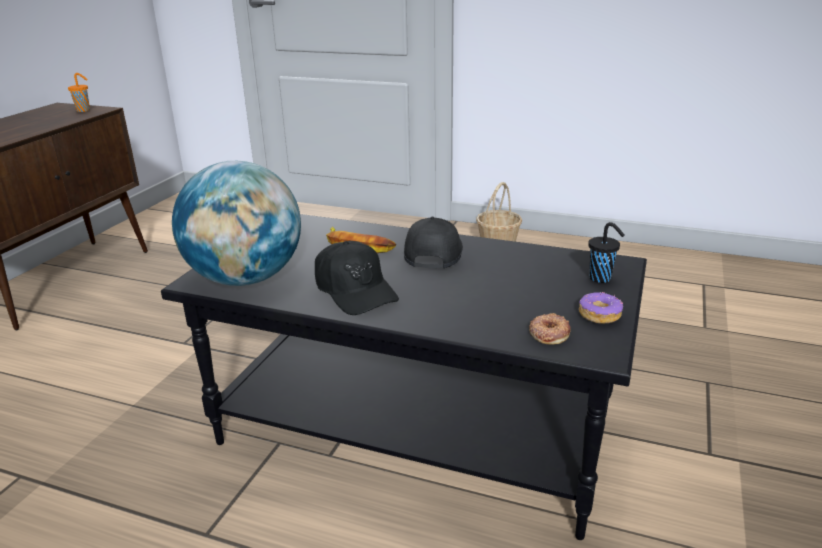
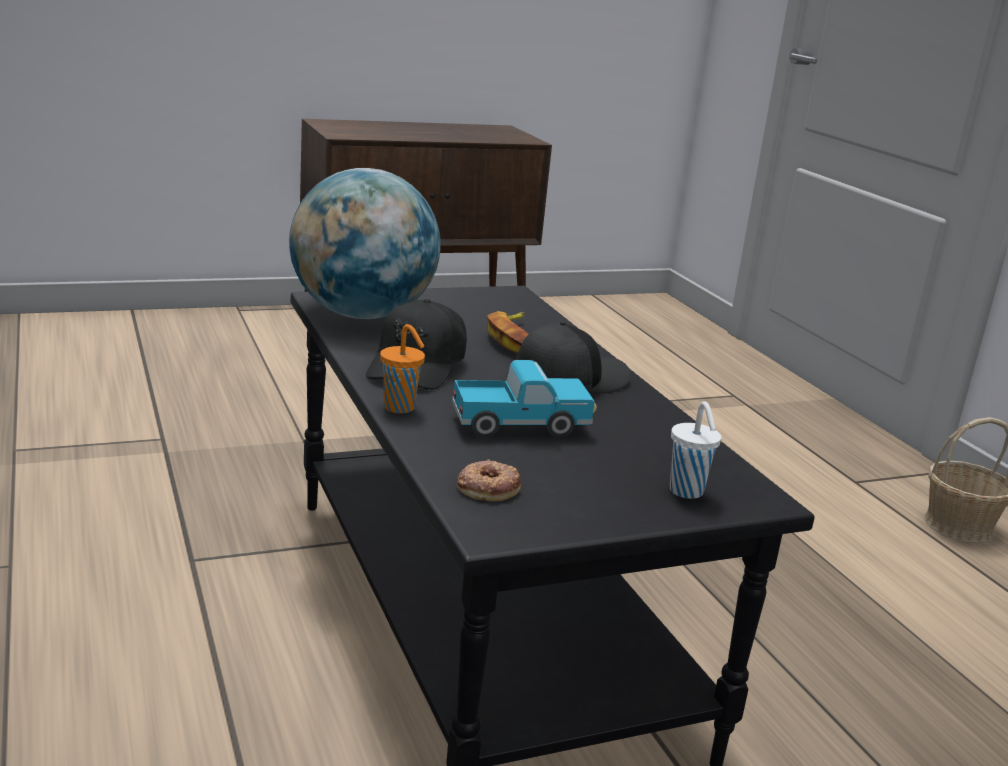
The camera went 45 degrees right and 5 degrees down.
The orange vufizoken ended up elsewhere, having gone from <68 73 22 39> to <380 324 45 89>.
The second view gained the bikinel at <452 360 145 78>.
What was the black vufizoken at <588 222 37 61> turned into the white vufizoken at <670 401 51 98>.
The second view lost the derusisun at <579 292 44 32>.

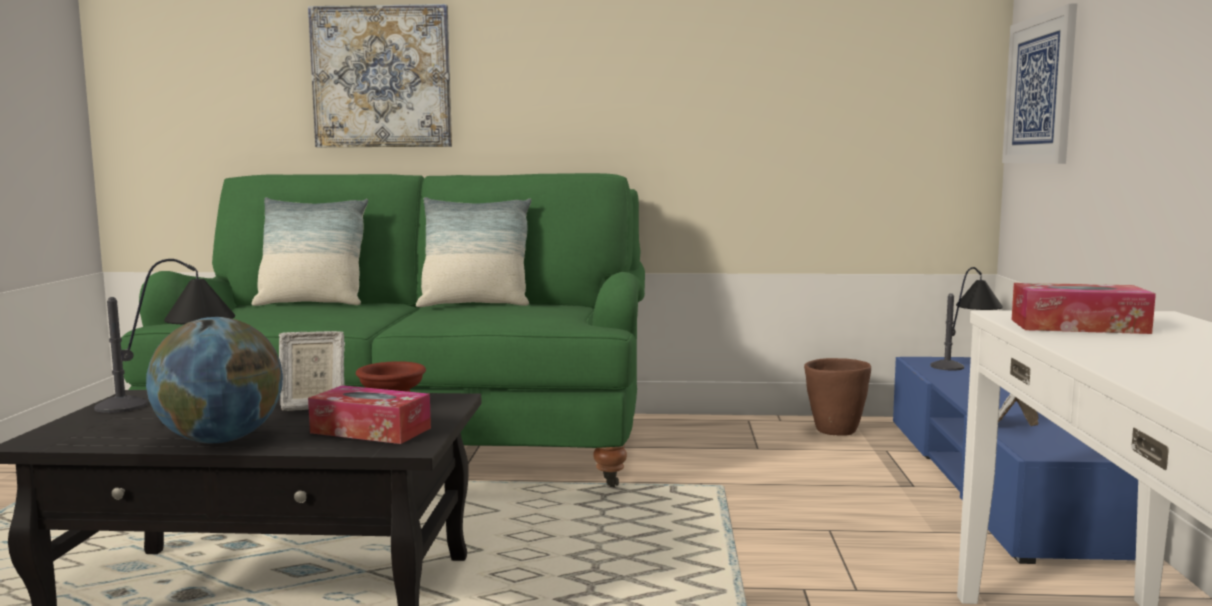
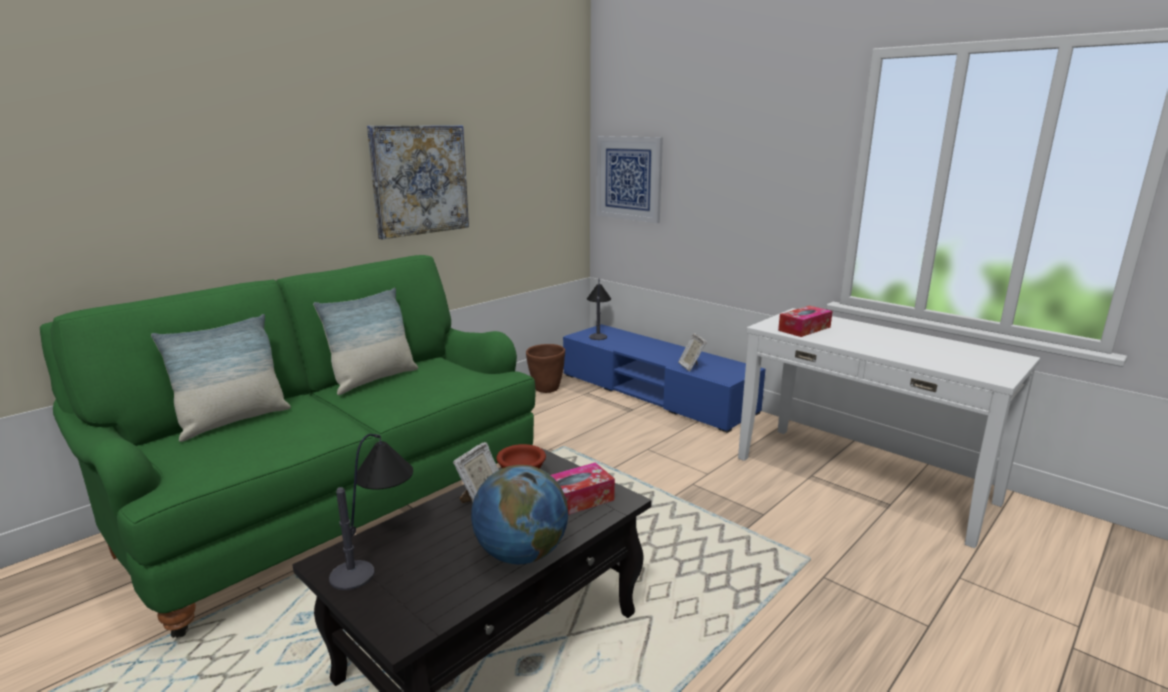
The camera went 50 degrees left and 10 degrees up.
The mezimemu ended up elsewhere, having gone from <308 4 144 143> to <367 125 102 114>.

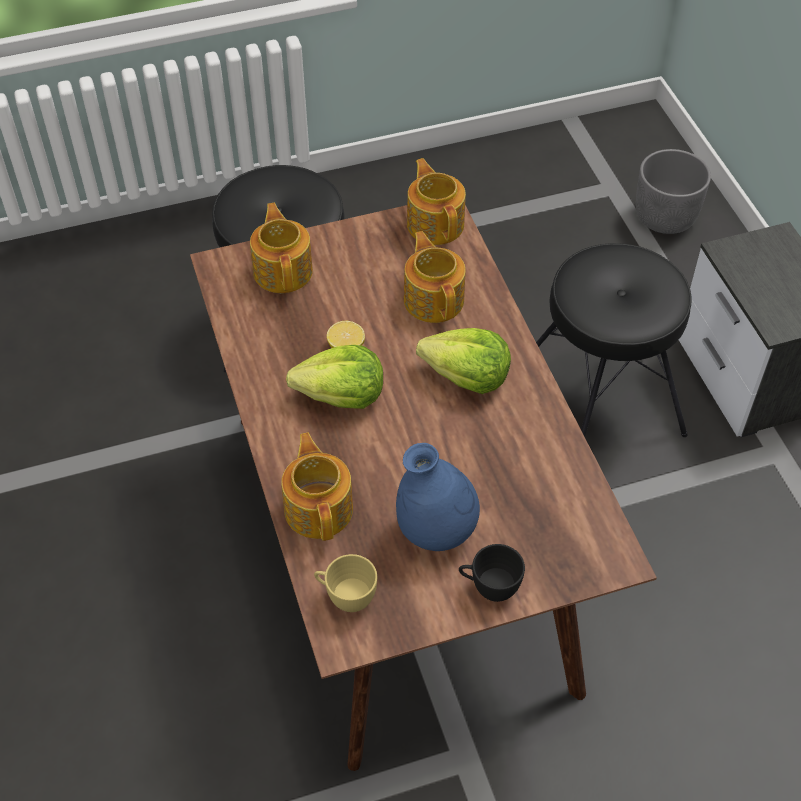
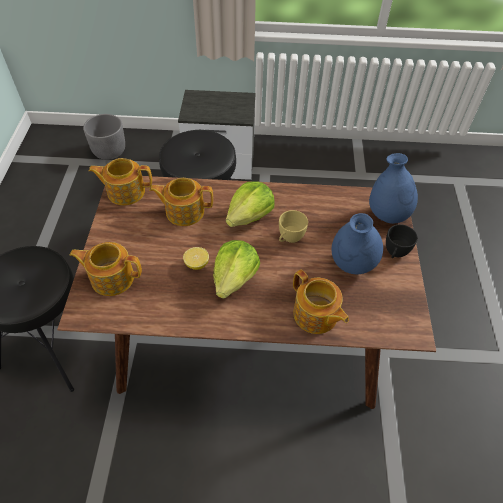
The camera went 70 degrees left and 0 degrees up.
The yellow vufizoken ended up elsewhere, having gone from <314 554 63 58> to <279 210 29 33>.
The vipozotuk at <281 432 72 109> ended up facing another way, 135 degrees counterclockwise from before.
The second view gained the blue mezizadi at <369 153 49 71>.

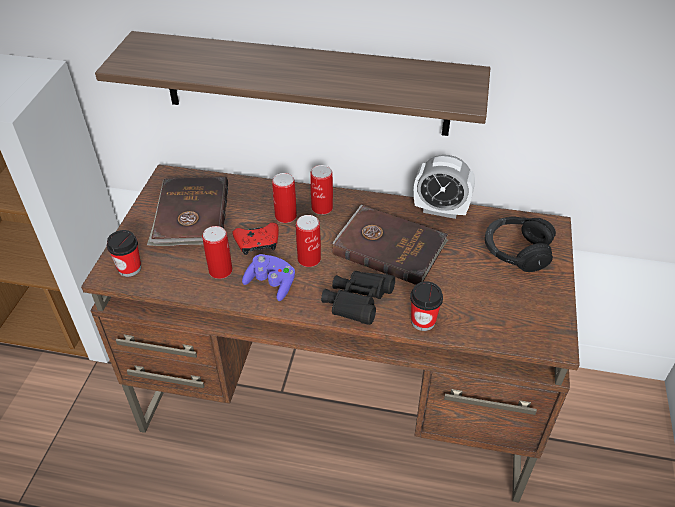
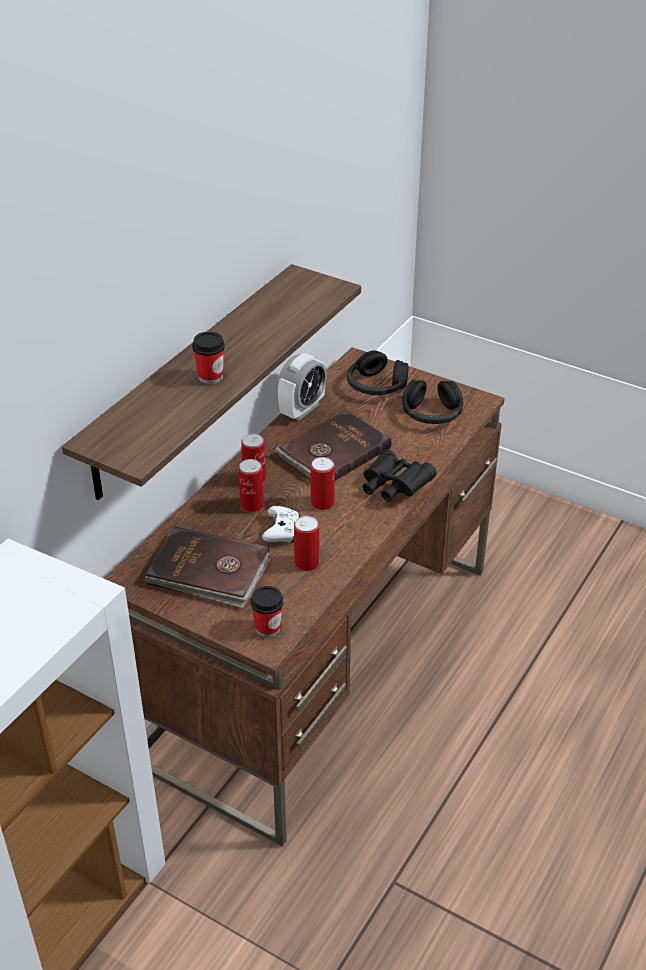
The camera went 70 degrees left and 5 degrees down.
The vufizoken ended up elsewhere, having gone from <410 281 33 50> to <192 332 33 52>.
What was the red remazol at <233 223 46 32> turned into the white remazol at <262 506 38 37>.
The second view gained the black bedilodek at <402 380 61 44>.
The second view lost the purple remazol at <242 254 53 47>.

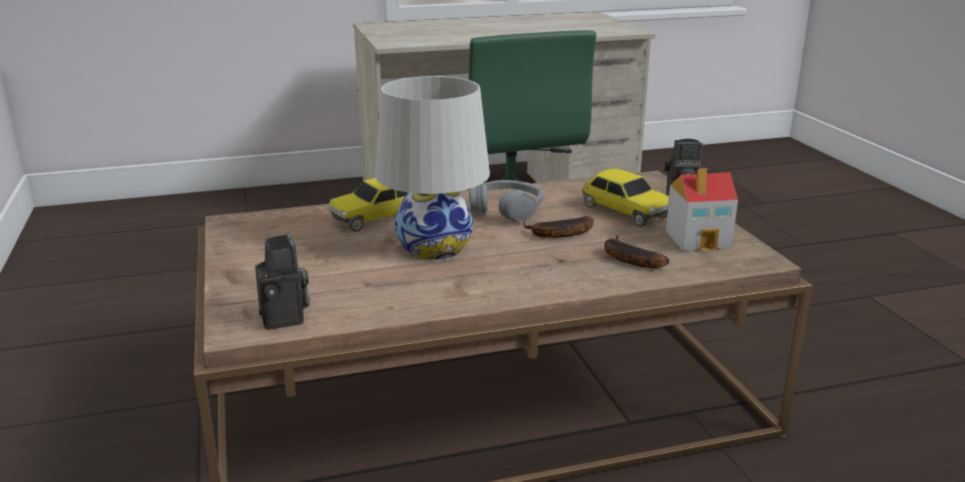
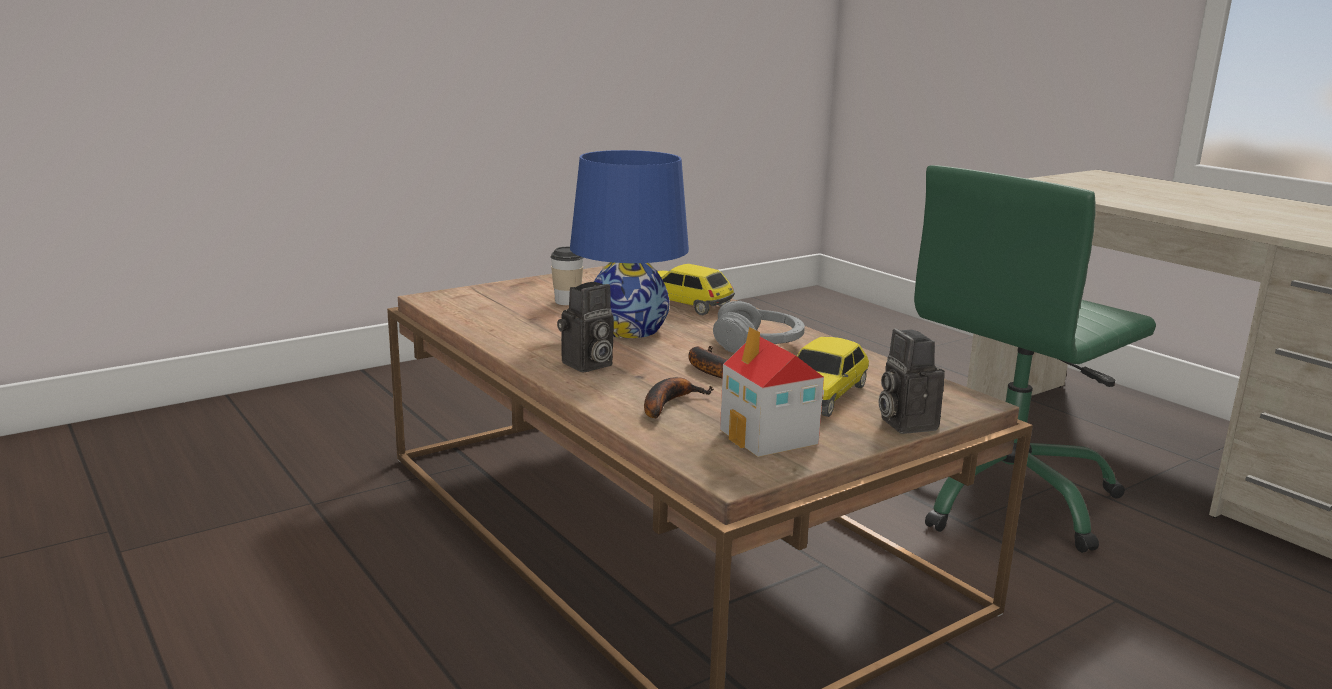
The camera went 70 degrees right and 5 degrees down.
The second view gained the vufizoken at <550 247 33 58>.
The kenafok ended up elsewhere, having gone from <255 233 55 97> to <557 282 57 91>.
What was the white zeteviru at <375 76 115 184> turned into the blue zeteviru at <570 150 119 188>.

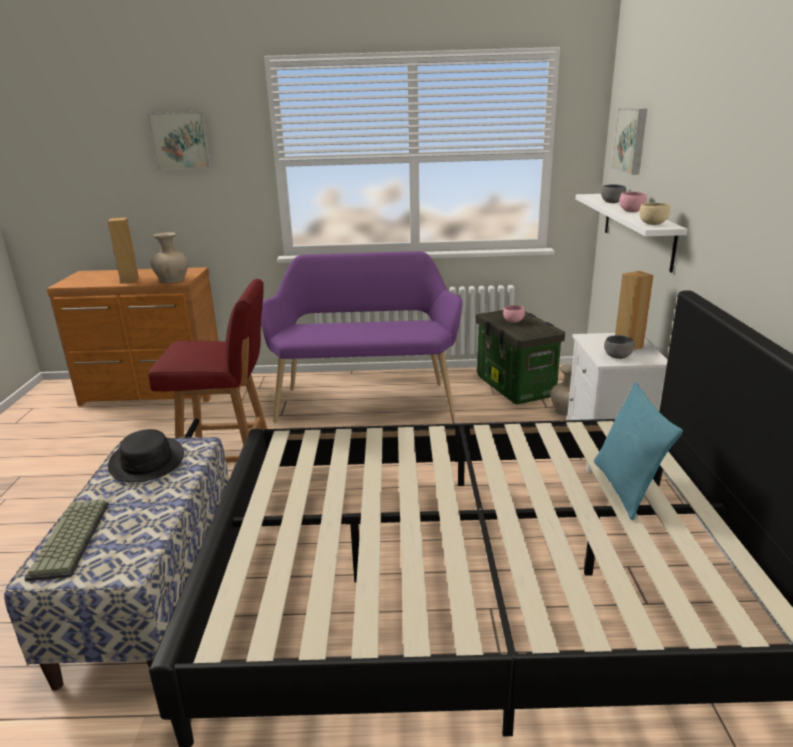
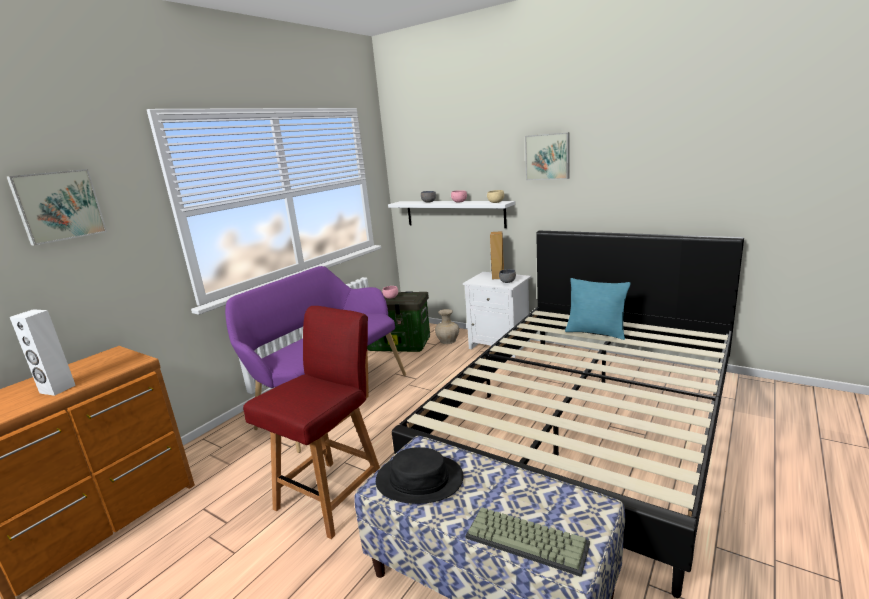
The camera went 55 degrees left and 5 degrees down.
What was the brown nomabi at <108 217 31 66> turned into the white nomabi at <10 309 66 87>.
The mezimemu ended up elsewhere, having gone from <612 108 35 67> to <525 132 45 48>.
The second view lost the beige mezizadi at <150 232 38 51>.

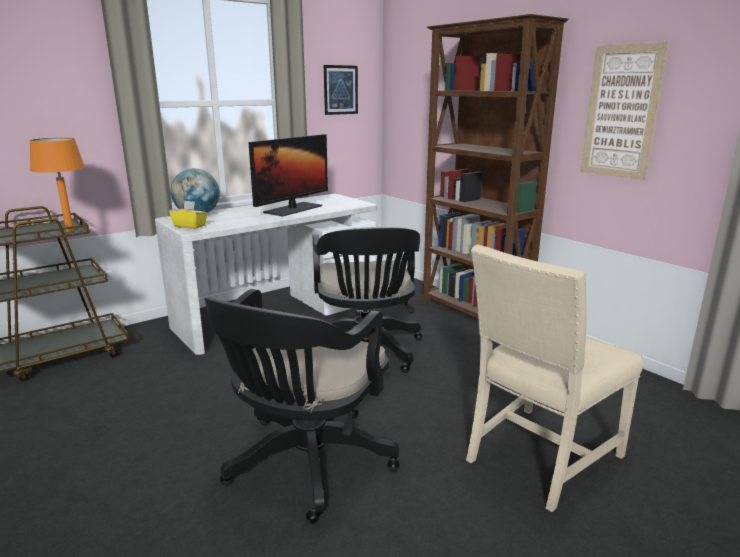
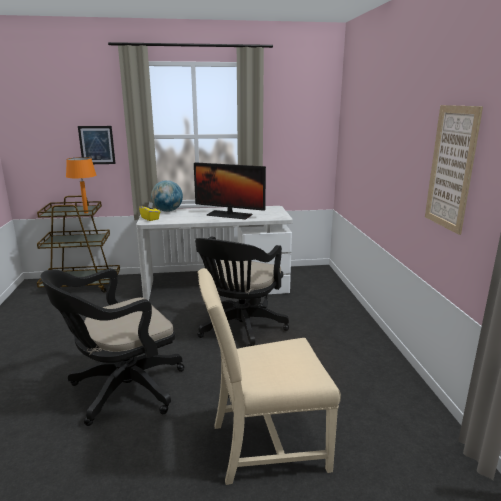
The camera went 30 degrees right and 0 degrees up.
The mezimemu ended up elsewhere, having gone from <324 65 34 50> to <78 126 38 38>.
The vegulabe at <249 134 79 83> ended up facing another way, 45 degrees clockwise from before.
The second view lost the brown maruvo at <423 14 145 304>.

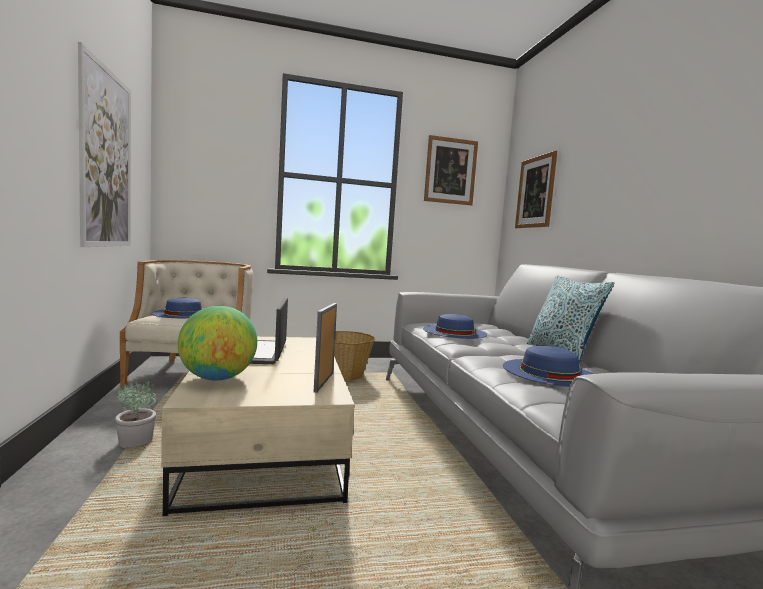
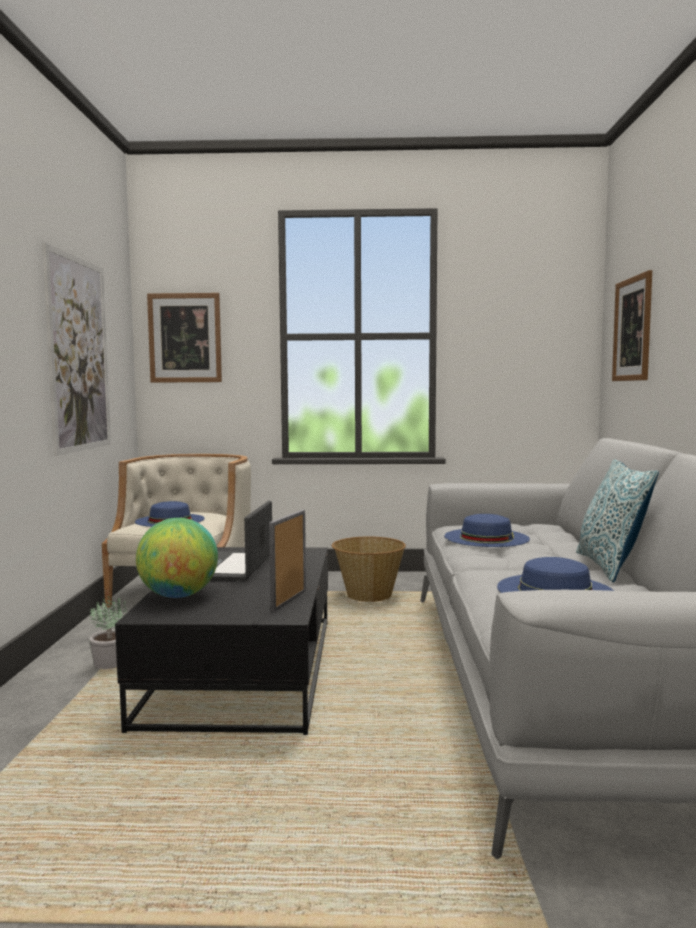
The camera went 15 degrees right and 0 degrees up.
What was the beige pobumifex at <161 337 194 179> turned into the black pobumifex at <115 547 213 188>.
The mezimemu ended up elsewhere, having gone from <424 135 54 70> to <147 293 75 90>.

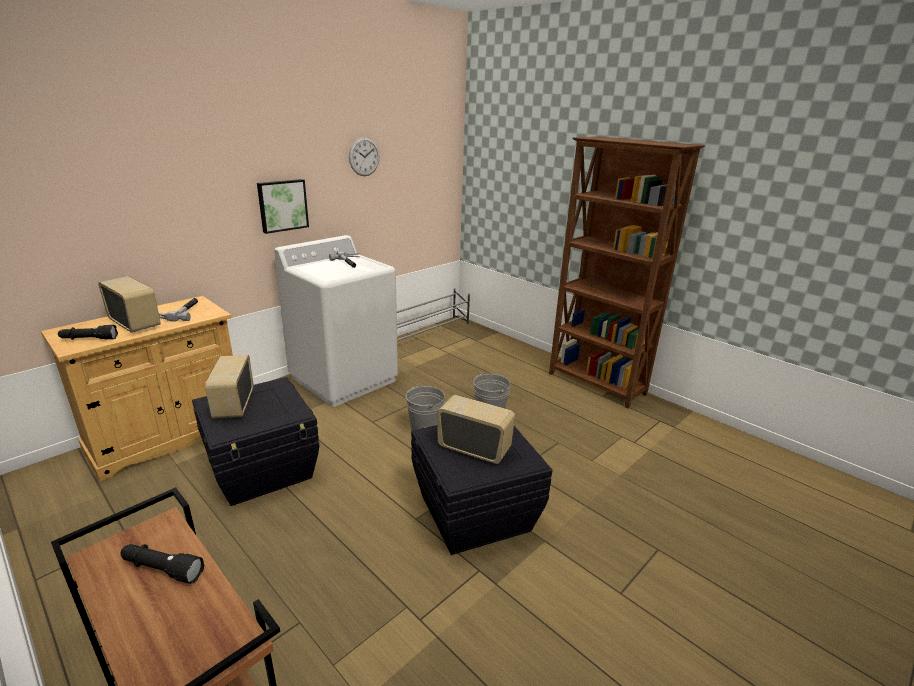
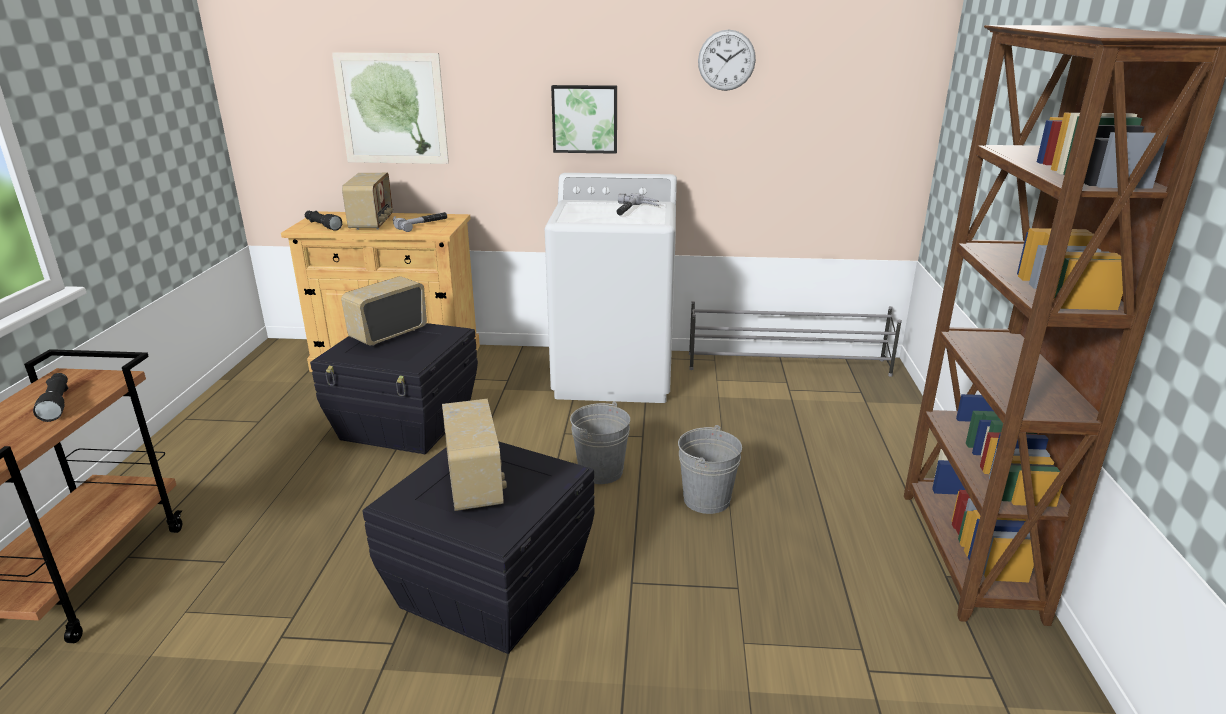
The camera went 50 degrees right and 0 degrees up.
The second view gained the mezimemu at <332 53 117 111>.

